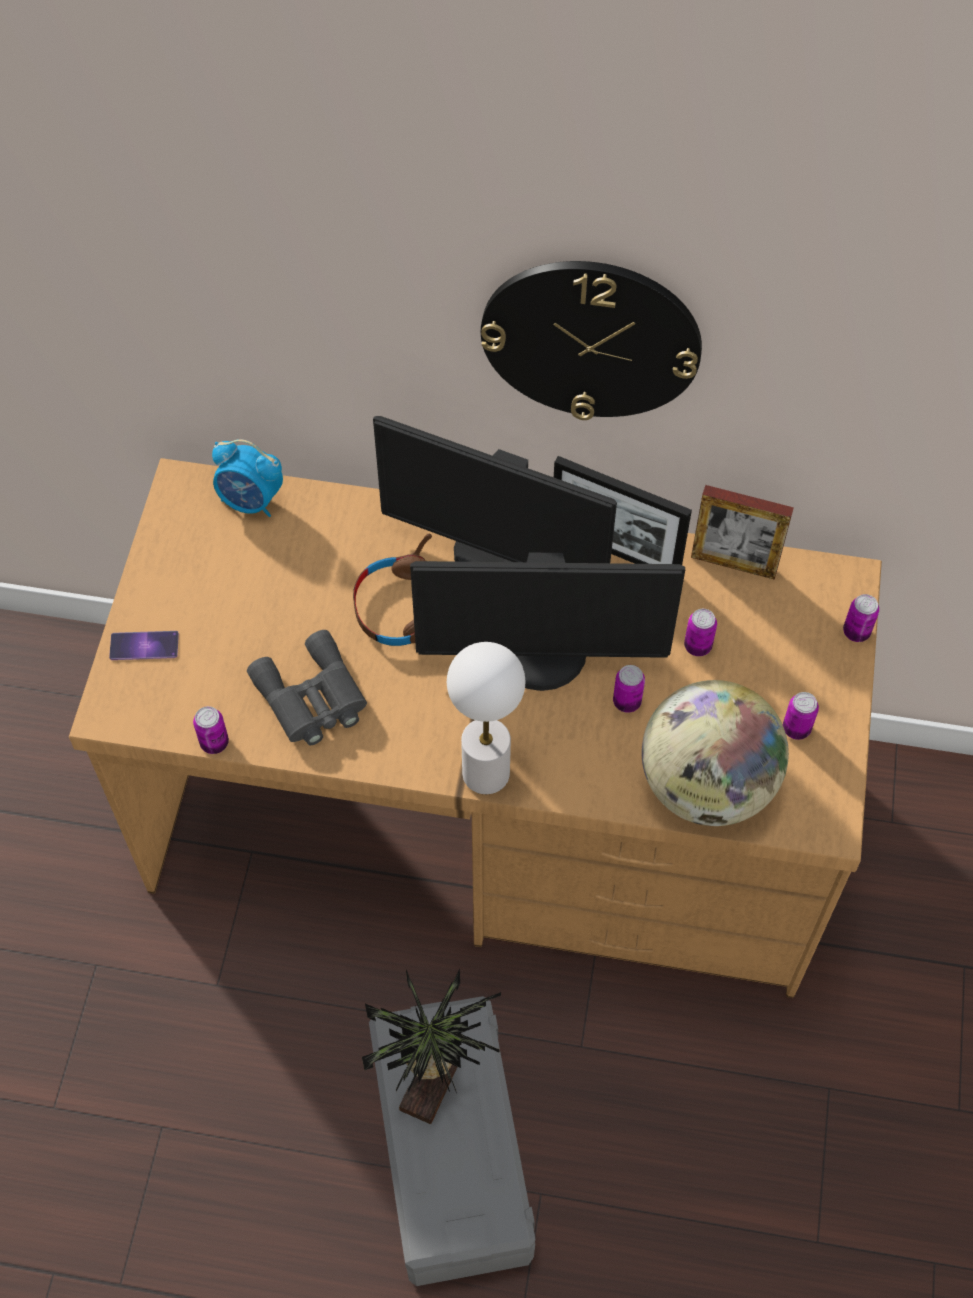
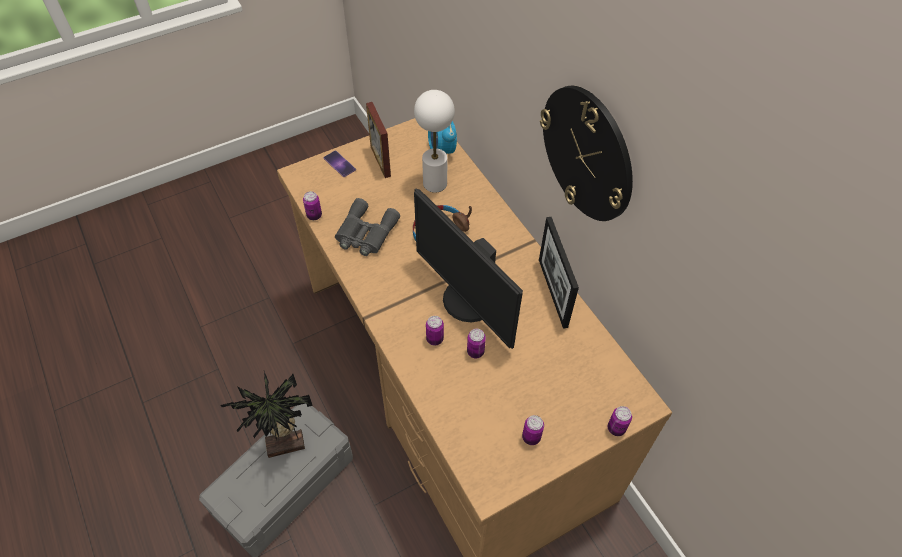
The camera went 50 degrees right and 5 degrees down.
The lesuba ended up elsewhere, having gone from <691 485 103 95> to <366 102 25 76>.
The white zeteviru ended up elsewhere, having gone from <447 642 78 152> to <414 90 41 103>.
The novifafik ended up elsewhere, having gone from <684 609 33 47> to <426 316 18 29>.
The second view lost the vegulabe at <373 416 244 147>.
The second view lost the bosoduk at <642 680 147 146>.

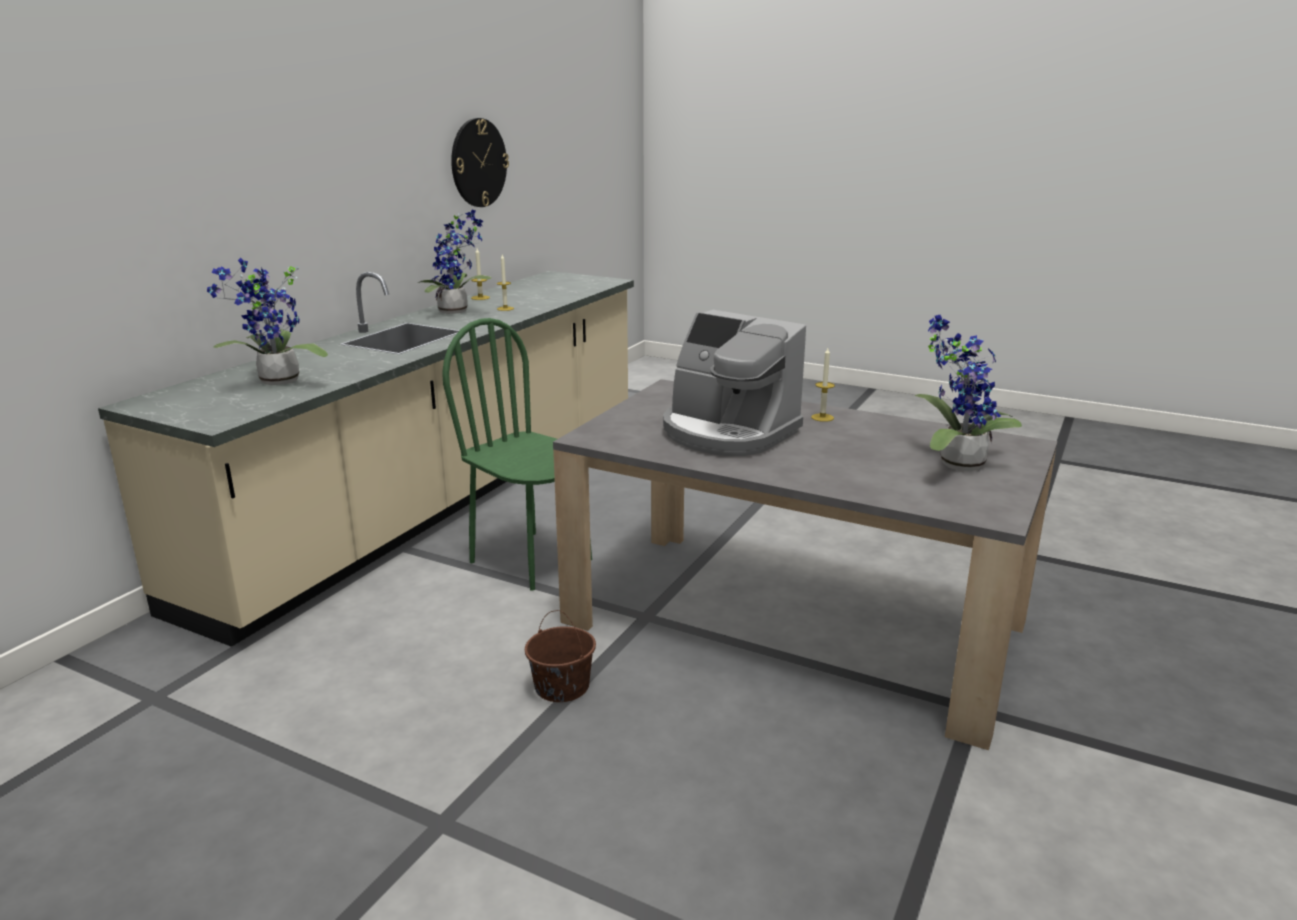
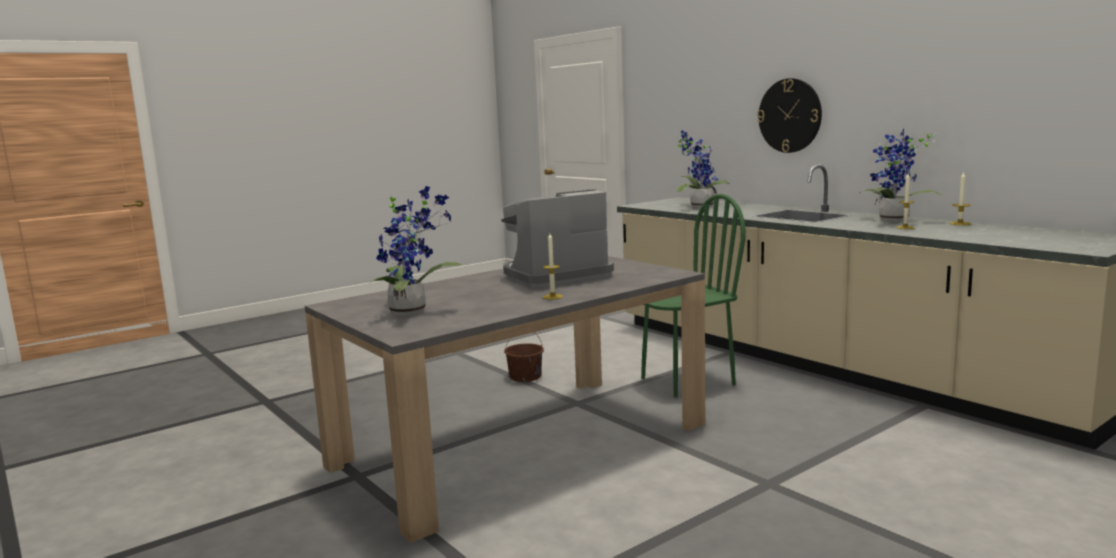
The camera went 115 degrees right and 10 degrees down.
The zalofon ended up elsewhere, having gone from <451 118 58 89> to <757 78 65 75>.

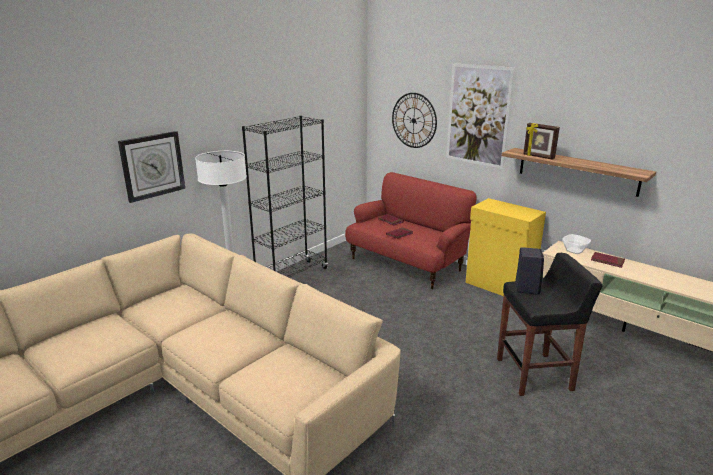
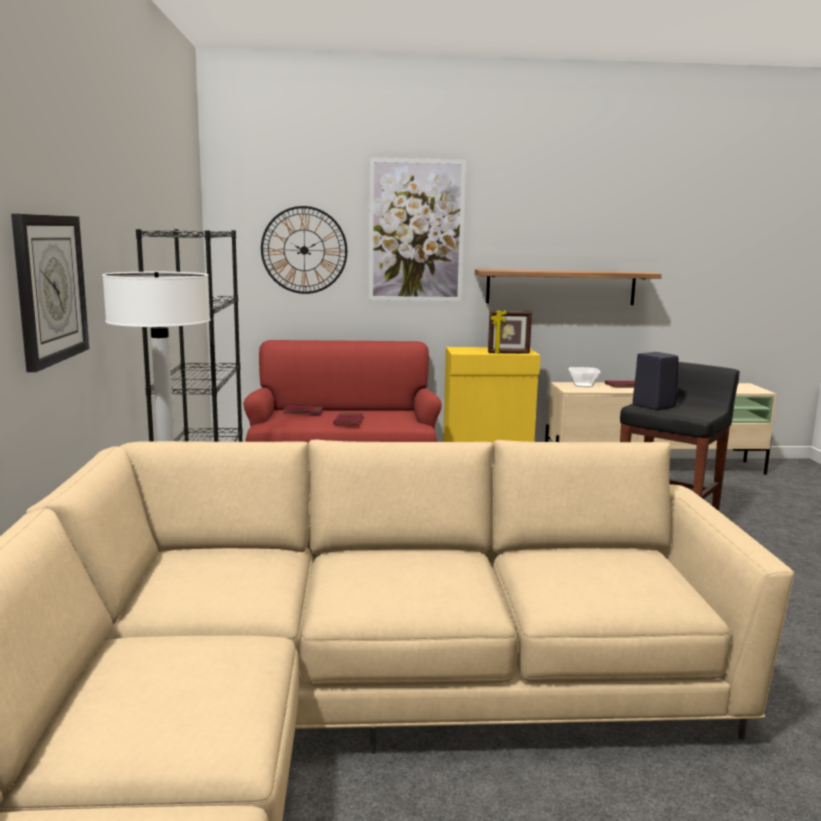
The camera went 45 degrees left and 10 degrees down.
The lesuba ended up elsewhere, having gone from <523 123 37 37> to <488 310 44 44>.

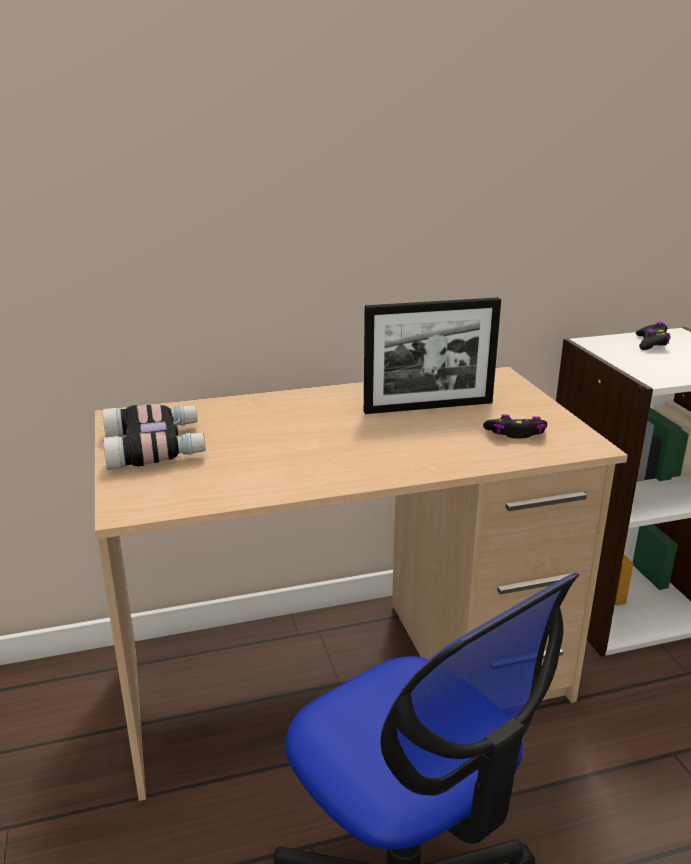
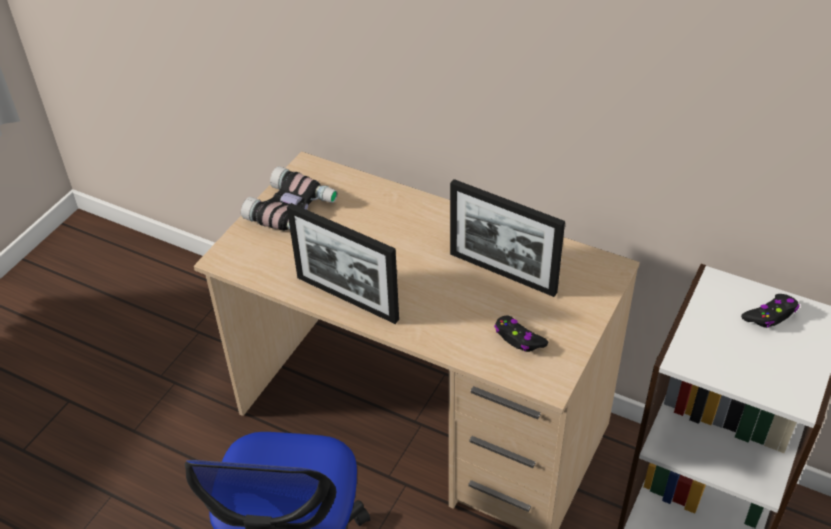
The camera went 45 degrees right and 20 degrees up.
The second view gained the lesuba at <287 203 112 121>.

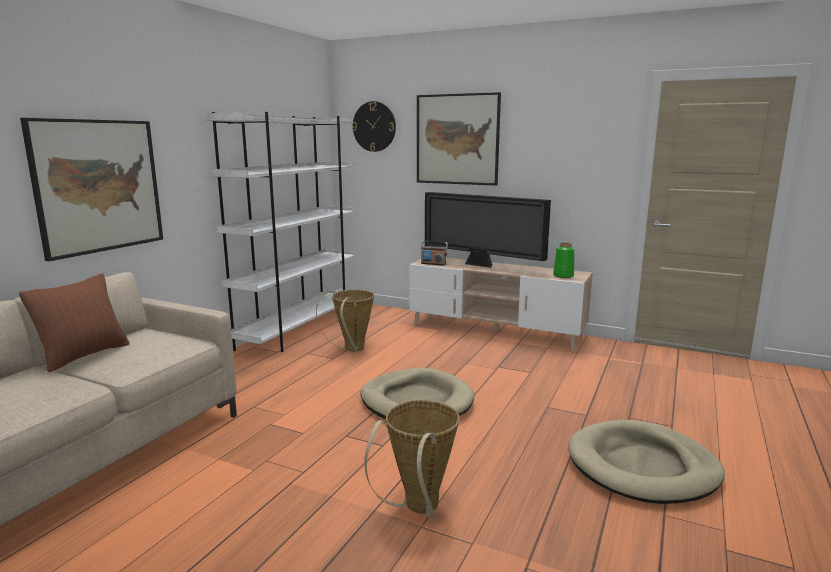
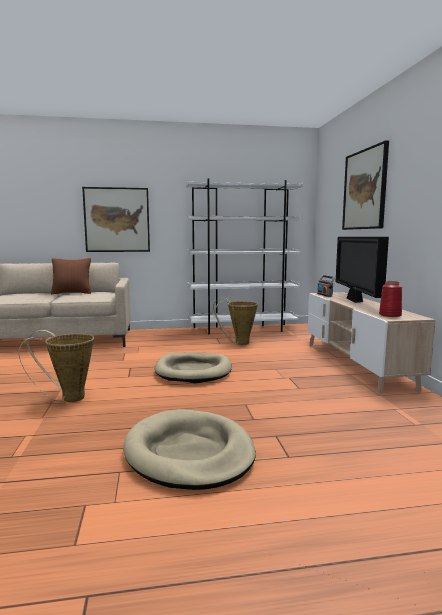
The camera went 55 degrees right and 5 degrees down.
What was the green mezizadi at <553 242 21 36> turned into the red mezizadi at <379 281 23 36>.
The second view lost the zalofon at <352 101 44 51>.

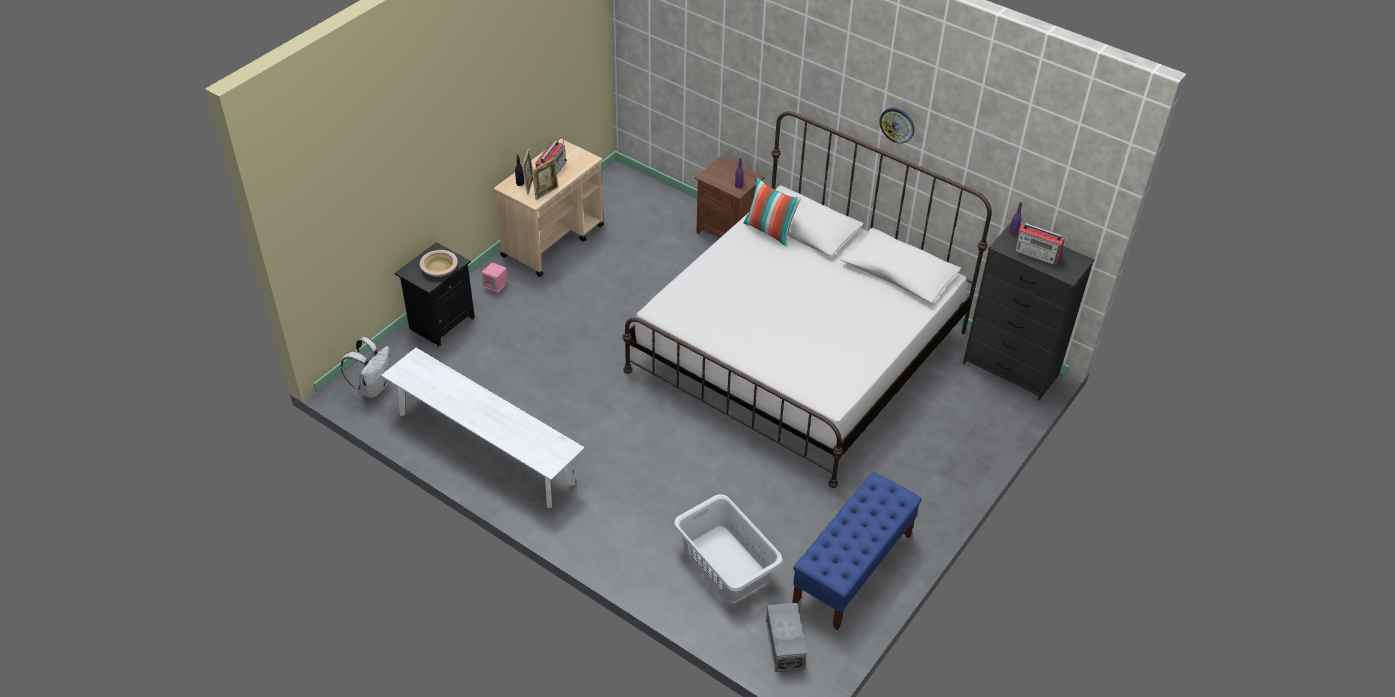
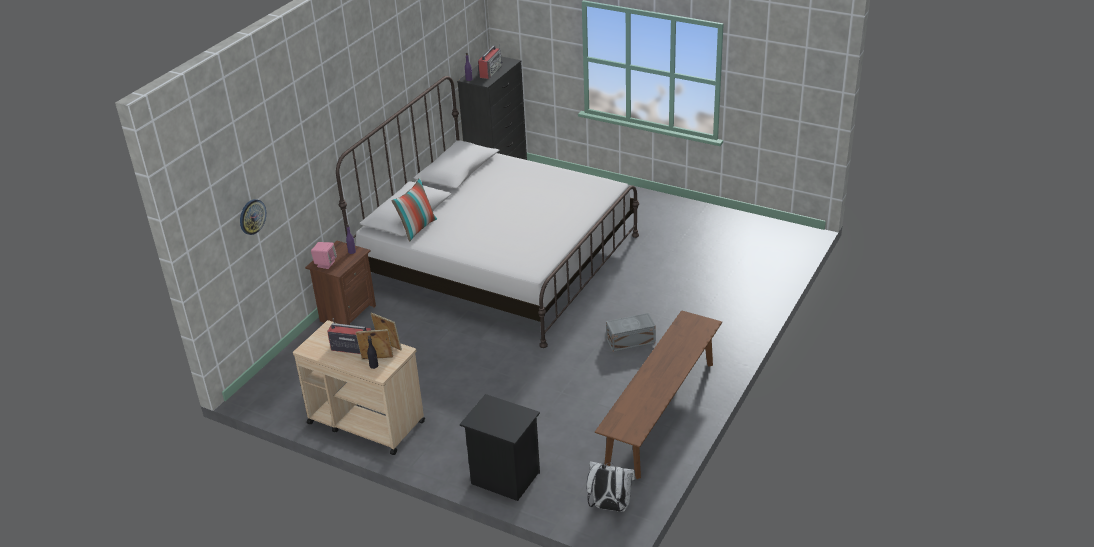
The camera went 95 degrees left and 10 degrees down.
The zalofon ended up elsewhere, having gone from <879 108 35 36> to <240 199 26 36>.
The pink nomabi ended up elsewhere, having gone from <482 263 25 30> to <311 242 26 27>.
What was the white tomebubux at <381 348 204 160> turned into the brown tomebubux at <595 310 127 169>.
The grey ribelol ended up elsewhere, having gone from <766 603 41 69> to <606 313 50 39>.
The second view lost the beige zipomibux at <420 250 38 27>.
The second view lost the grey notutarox at <673 494 110 107>.
The second view lost the blue tomebubux at <792 472 130 159>.

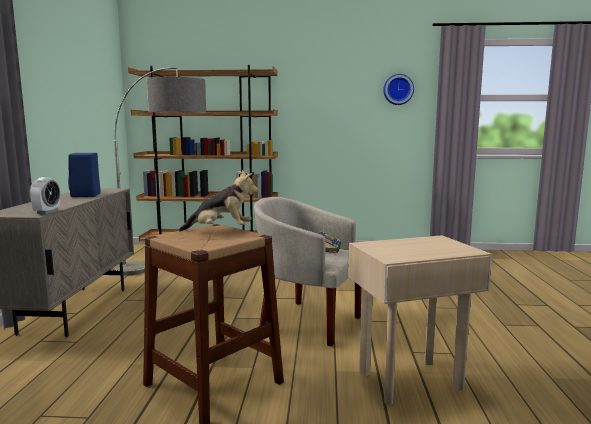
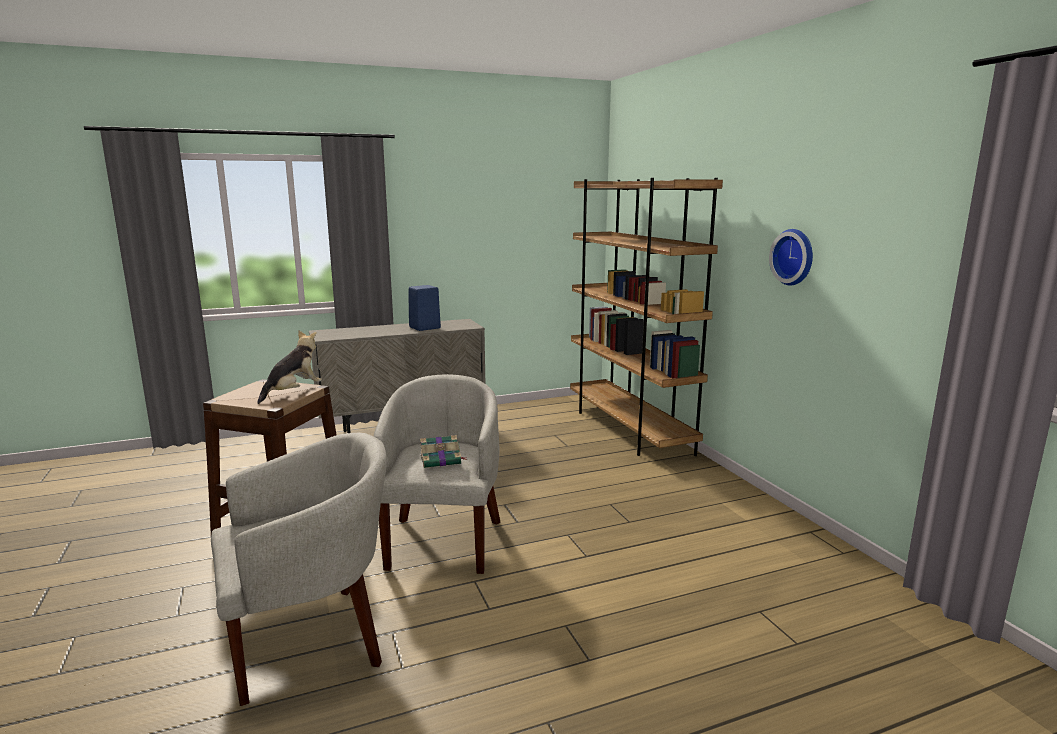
The camera went 65 degrees right and 5 degrees up.
Where the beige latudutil stood at <348 235 144 170>, the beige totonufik came to stand at <211 433 176 273>.
The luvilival at <179 170 79 61> ended up facing another way, 120 degrees counterclockwise from before.
The zalofon ended up elsewhere, having gone from <383 74 31 31> to <769 229 44 56>.
The second view lost the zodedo at <30 177 30 37>.
The second view lost the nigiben at <113 67 93 209>.

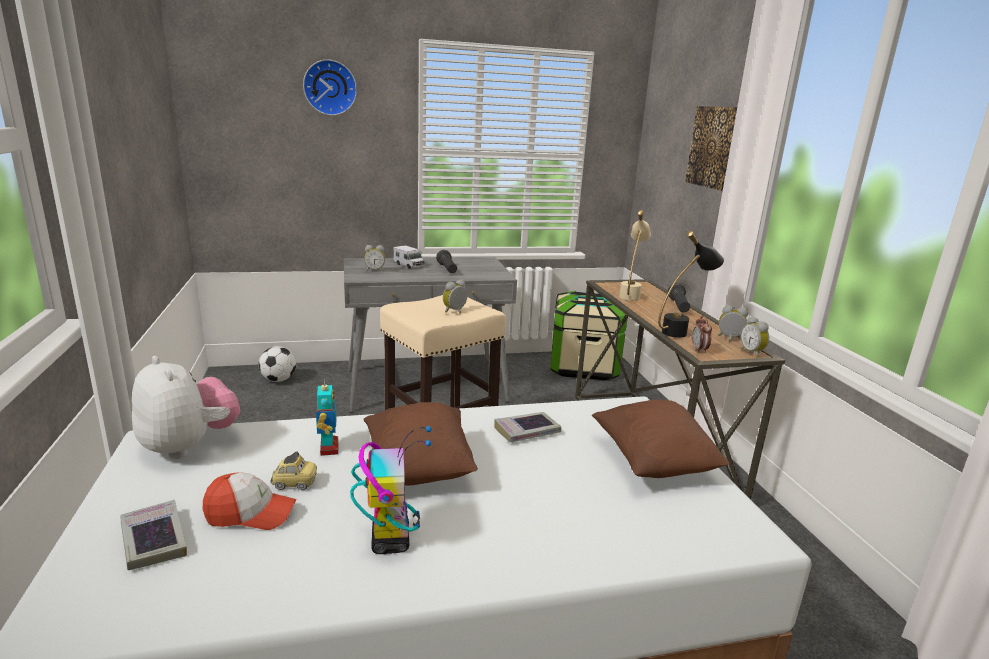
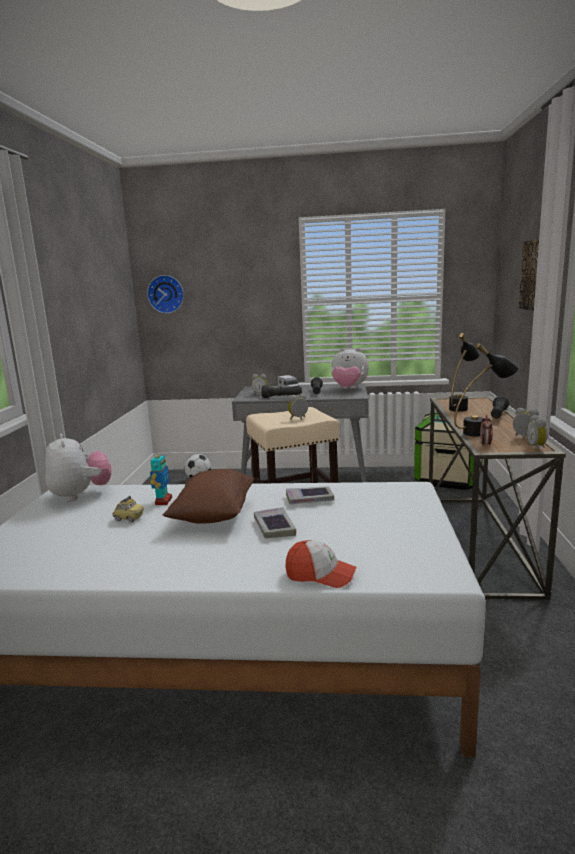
The camera went 20 degrees right and 5 degrees down.
The zalofon ended up elsewhere, having gone from <303 59 54 57> to <147 275 37 39>.
The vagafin ended up elsewhere, having gone from <120 500 67 70> to <254 507 42 31>.
The second view gained the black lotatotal at <262 385 40 13>.
The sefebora ended up elsewhere, having gone from <203 473 94 57> to <286 540 70 48>.
The second view gained the luvilival at <331 348 38 41>.
What was the beige zeteviru at <619 210 32 91> turned into the black zeteviru at <449 333 31 79>.
The second view lost the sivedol at <350 426 82 128>.
The second view lost the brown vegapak at <592 400 138 78>.

